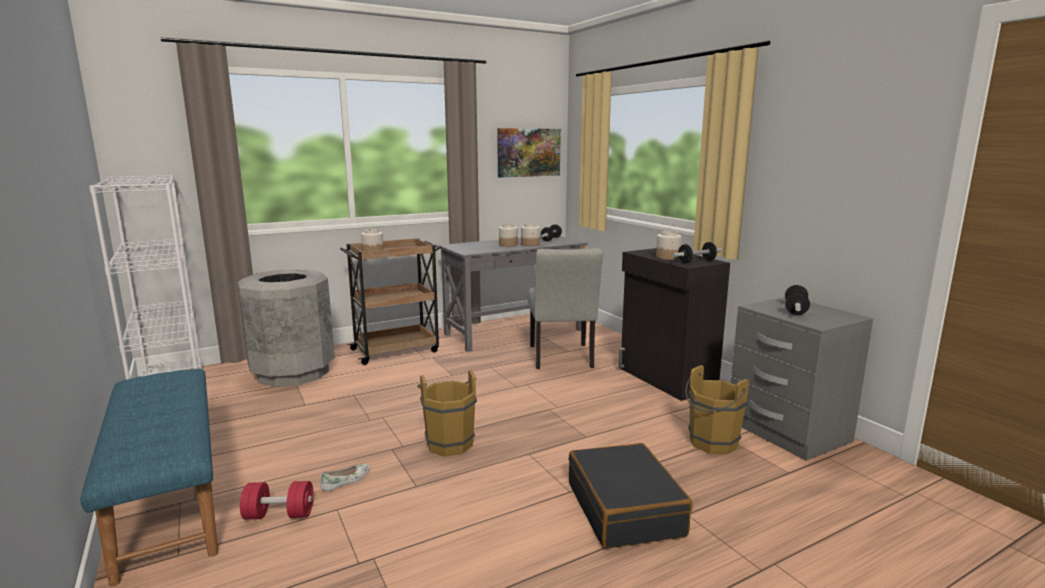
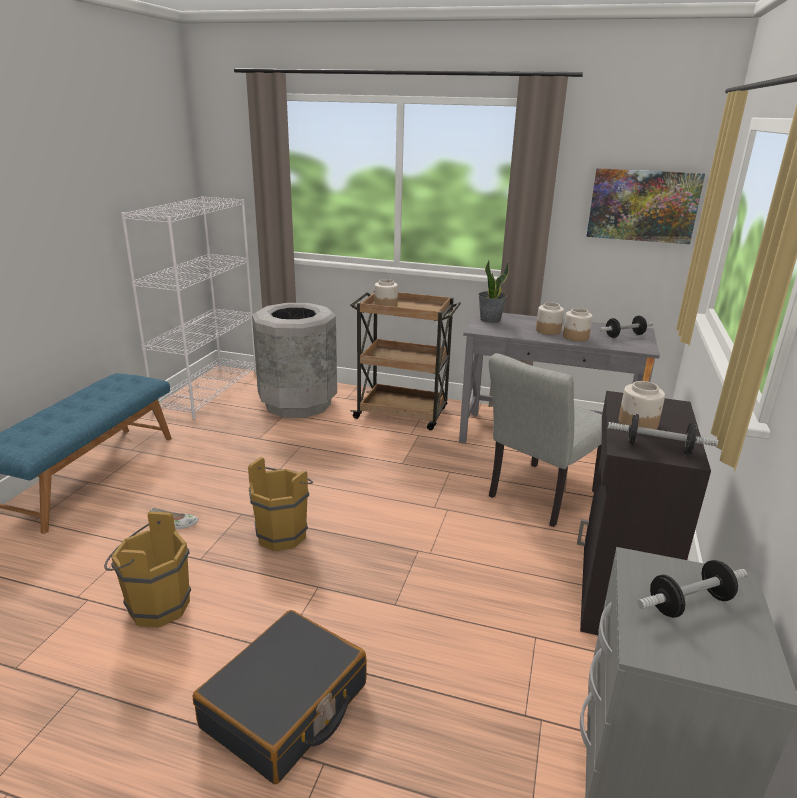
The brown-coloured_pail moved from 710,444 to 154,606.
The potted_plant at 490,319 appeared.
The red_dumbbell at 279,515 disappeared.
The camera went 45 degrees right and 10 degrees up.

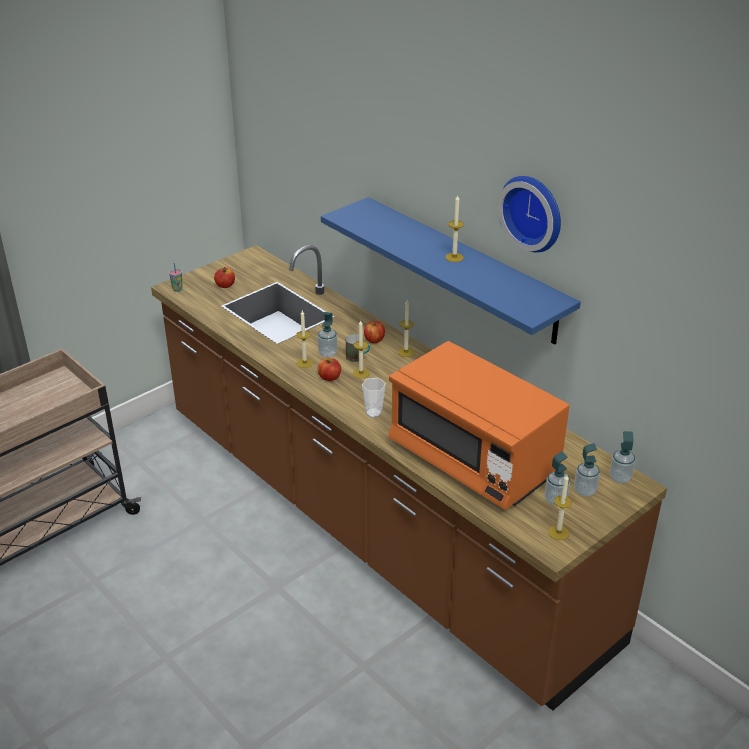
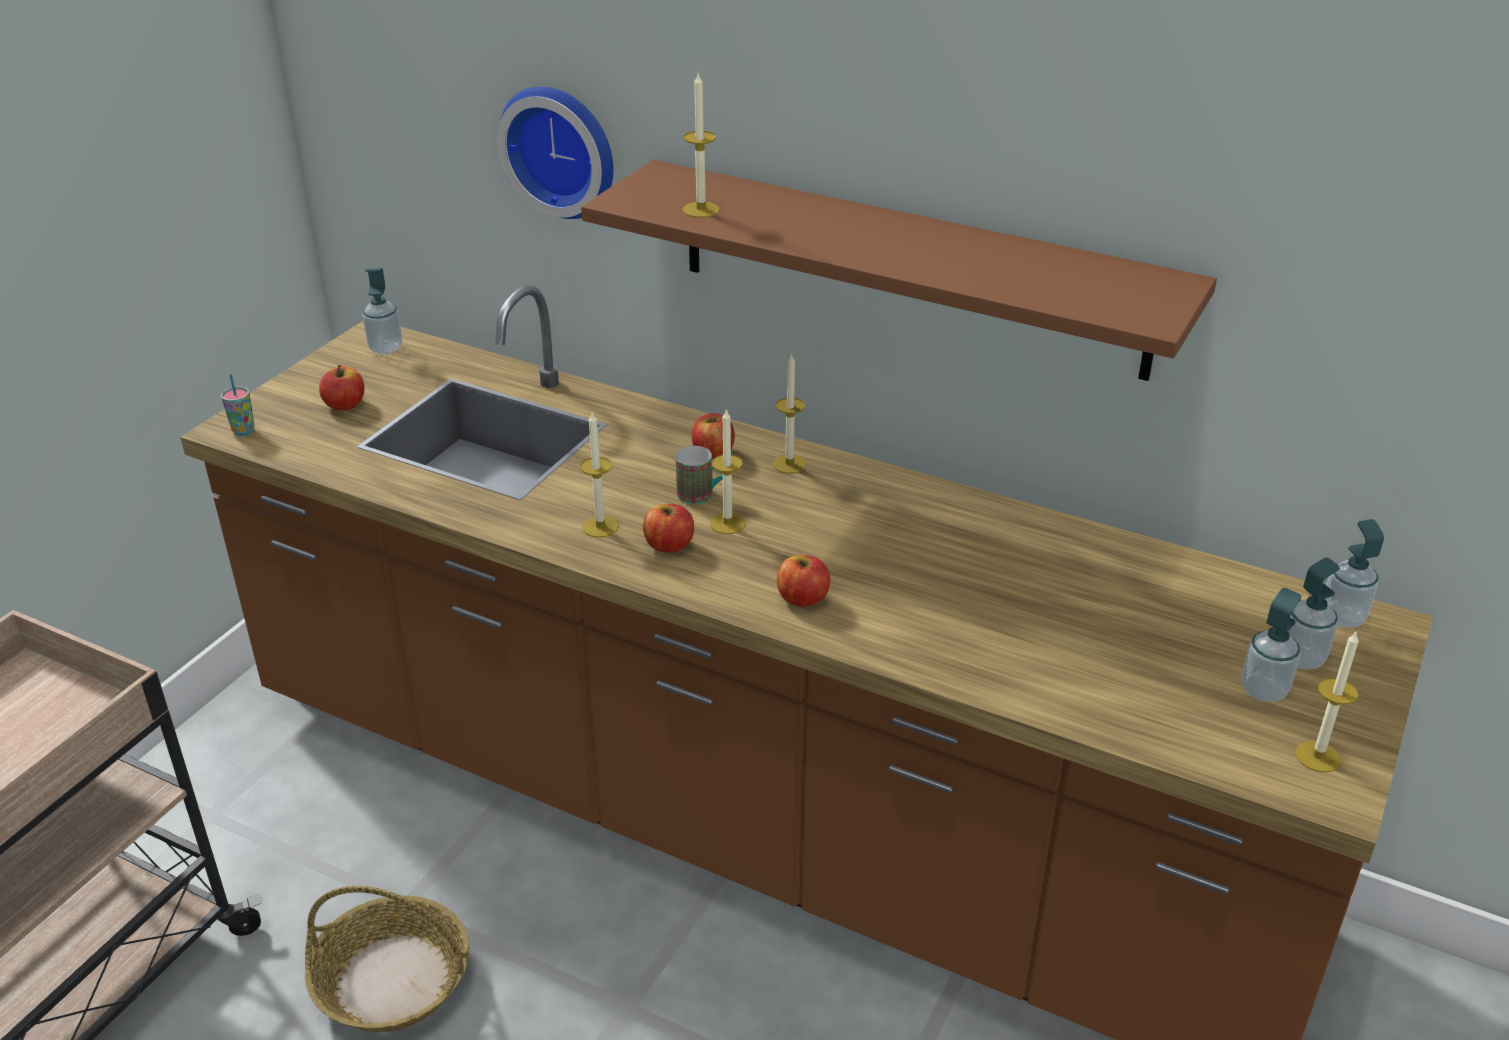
The storage_basket at 391,980 appeared.
The soap_dispenser moved from 327,353 to 385,348.
The clock_on_the_wall moved from 534,212 to 562,149.
The bluish_bracket_shelf at 464,269 became the brown-coloured_bracket_shelf at 909,268.
The candle moved from 454,257 to 701,209.
The cup at 373,413 was replaced by the whole_apple at 803,598.
The orange-coloured_microwave at 473,459 disappeared.
The camera went 20 degrees left and 0 degrees up.

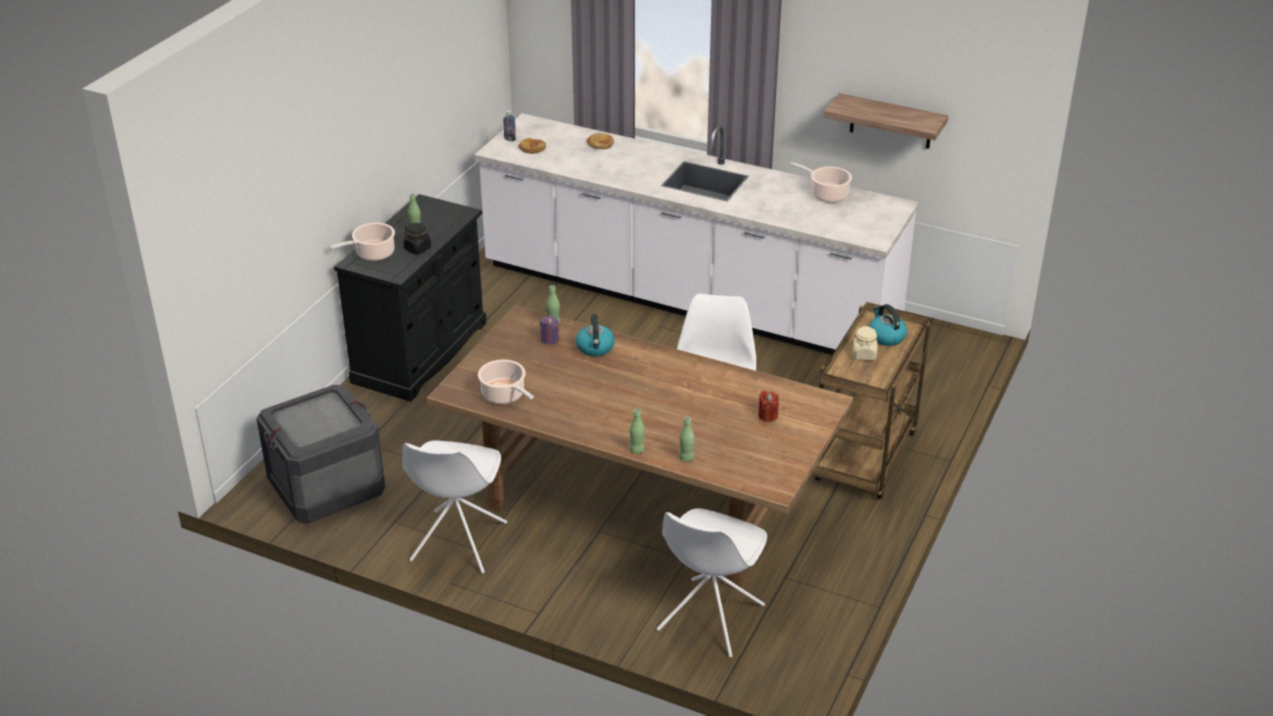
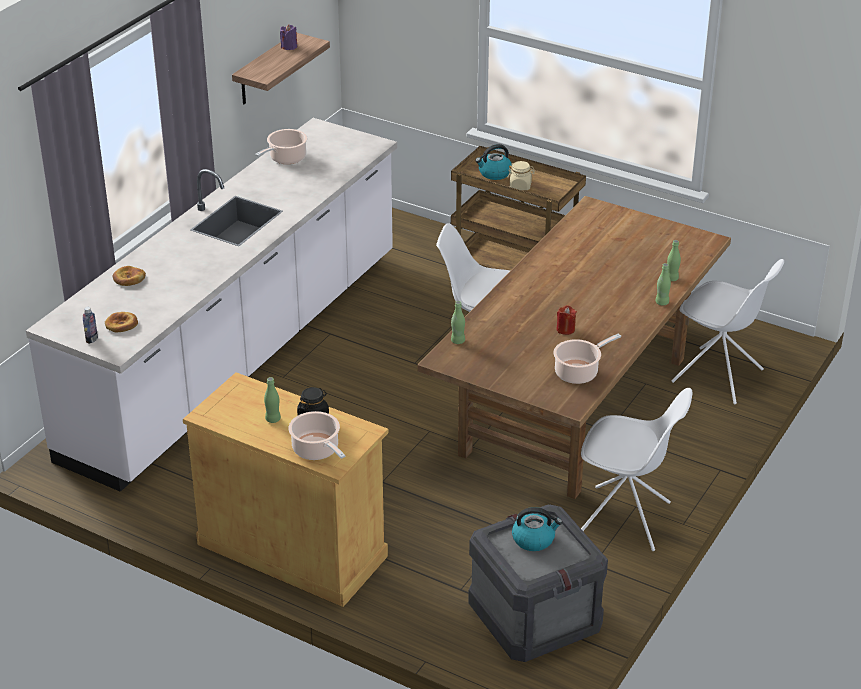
The black-coloured_storage_cabinet at 420,352 became the beige-coloured_storage_cabinet at 292,550.
The purplish_candle moved from 549,339 to 289,46.
The water_kettle moved from 595,348 to 534,539.
The red_candle moved from 768,415 to 565,329.
The camera went 85 degrees left and 0 degrees up.

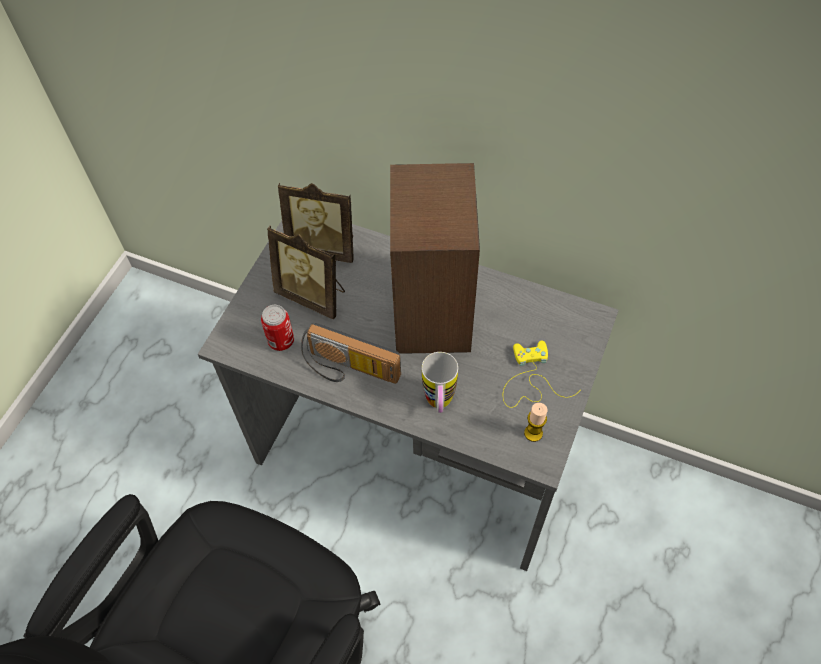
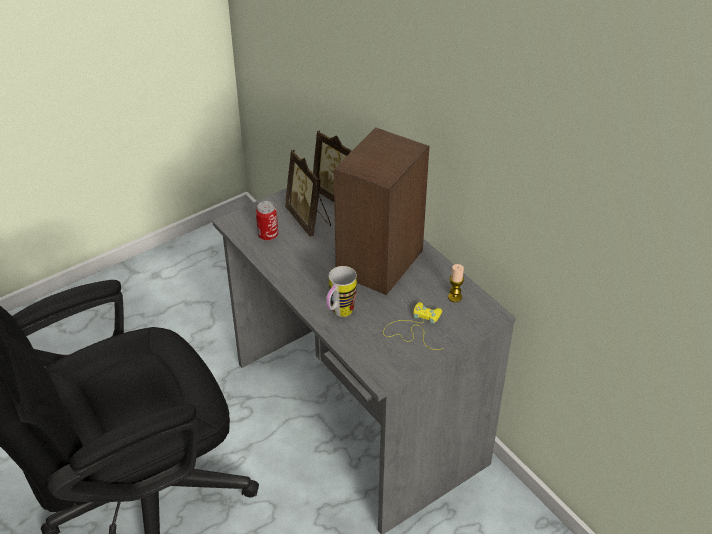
The candle moved from 533,433 to 455,297.
The radio_receiver at 349,370 disappeared.
The camera went 30 degrees right and 15 degrees down.

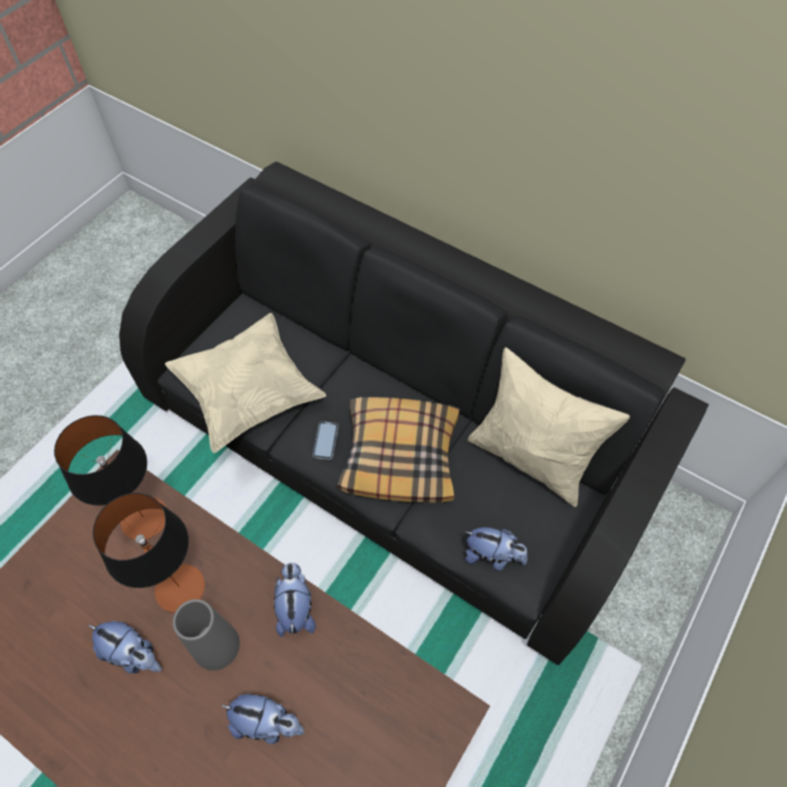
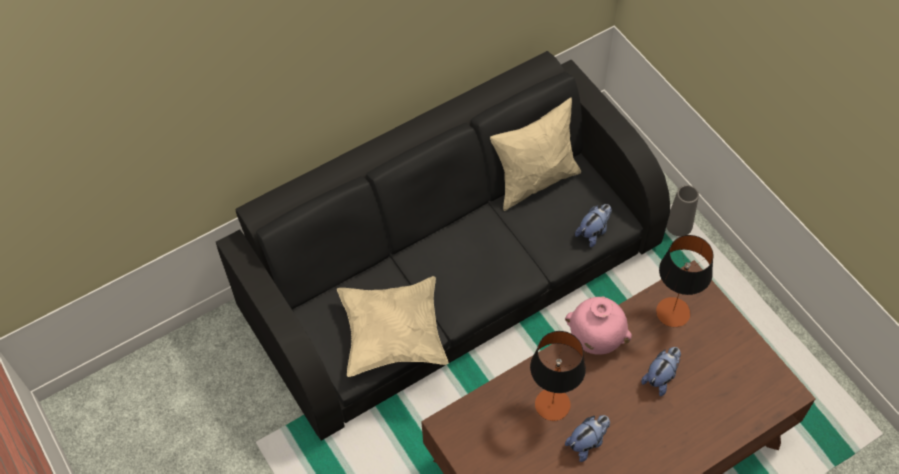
The soft_toy at 296,608 was replaced by the pinkish_decorative_vase at 595,340.
The tabletop_lamp moved from 144,518 to 673,312.
The grey_decorative_vase moved from 216,645 to 679,225.
The phone at 325,441 disappeared.
The pillow at 400,455 disappeared.
The camera went 65 degrees left and 0 degrees up.

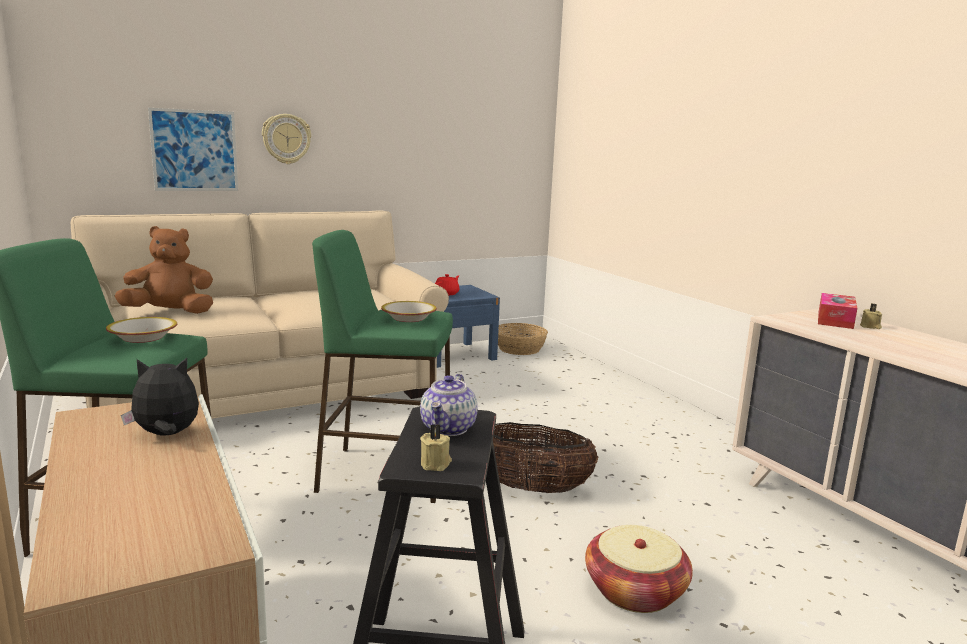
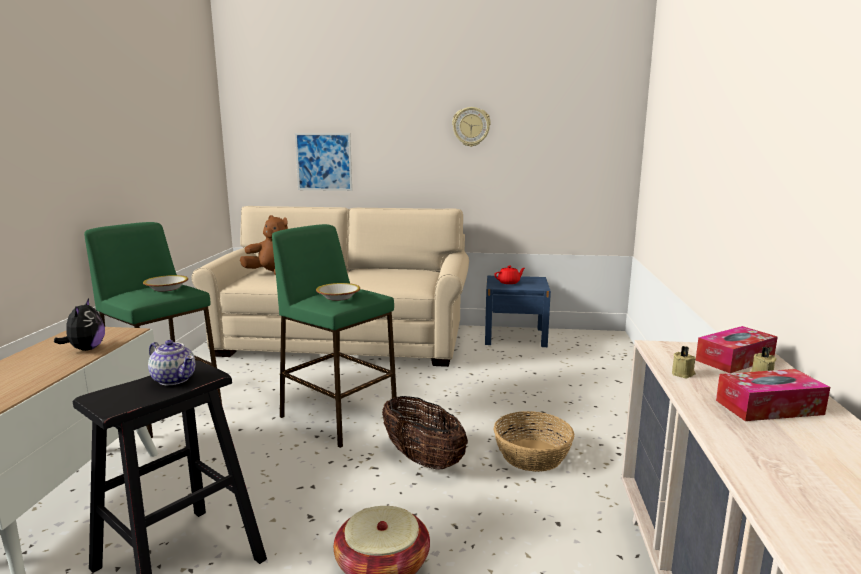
The soft_toy at 166,435 turned 60 degrees clockwise.
The teapot at 449,428 turned 105 degrees counterclockwise.
The clock_on_the_wall moved from 286,139 to 471,127.
The storage_basket moved from 519,349 to 532,455.
The beige-coloured_candle moved from 436,464 to 683,374.
The tissue_holder at 769,407 appeared.
The camera went 35 degrees right and 0 degrees up.

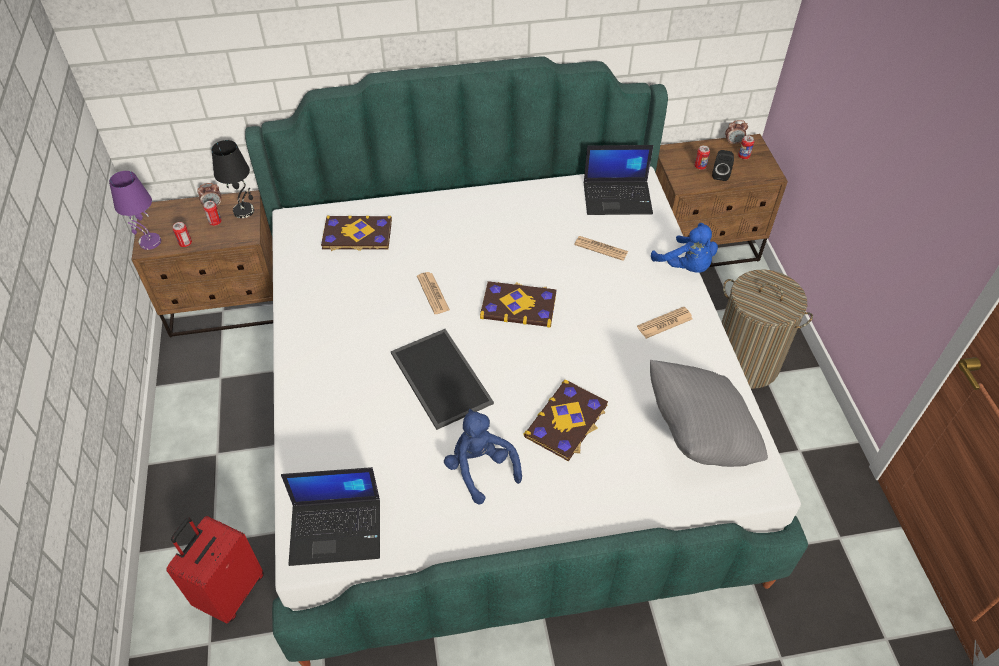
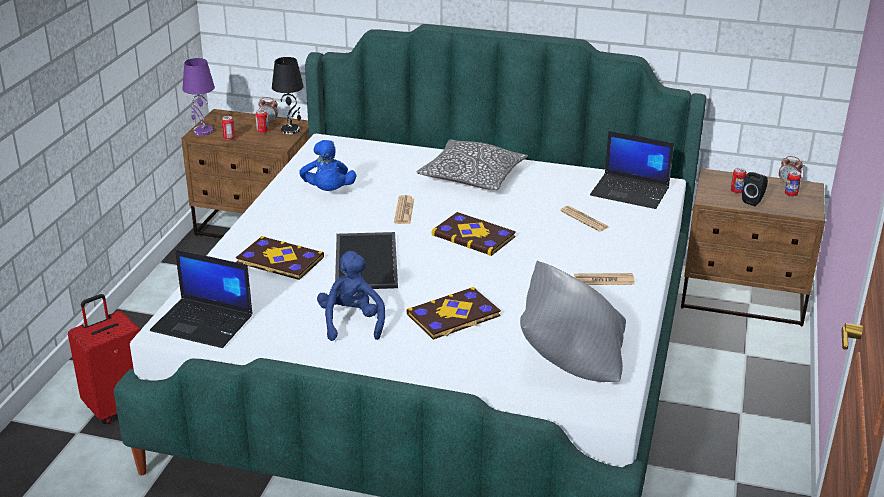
The volume moved from 357,235 to 279,261.
The bluish_soft_toy moved from 686,266 to 328,191.
The pillow at 472,177 appeared.
The laundry_basket at 745,362 disappeared.
The camera went 25 degrees right and 20 degrees down.

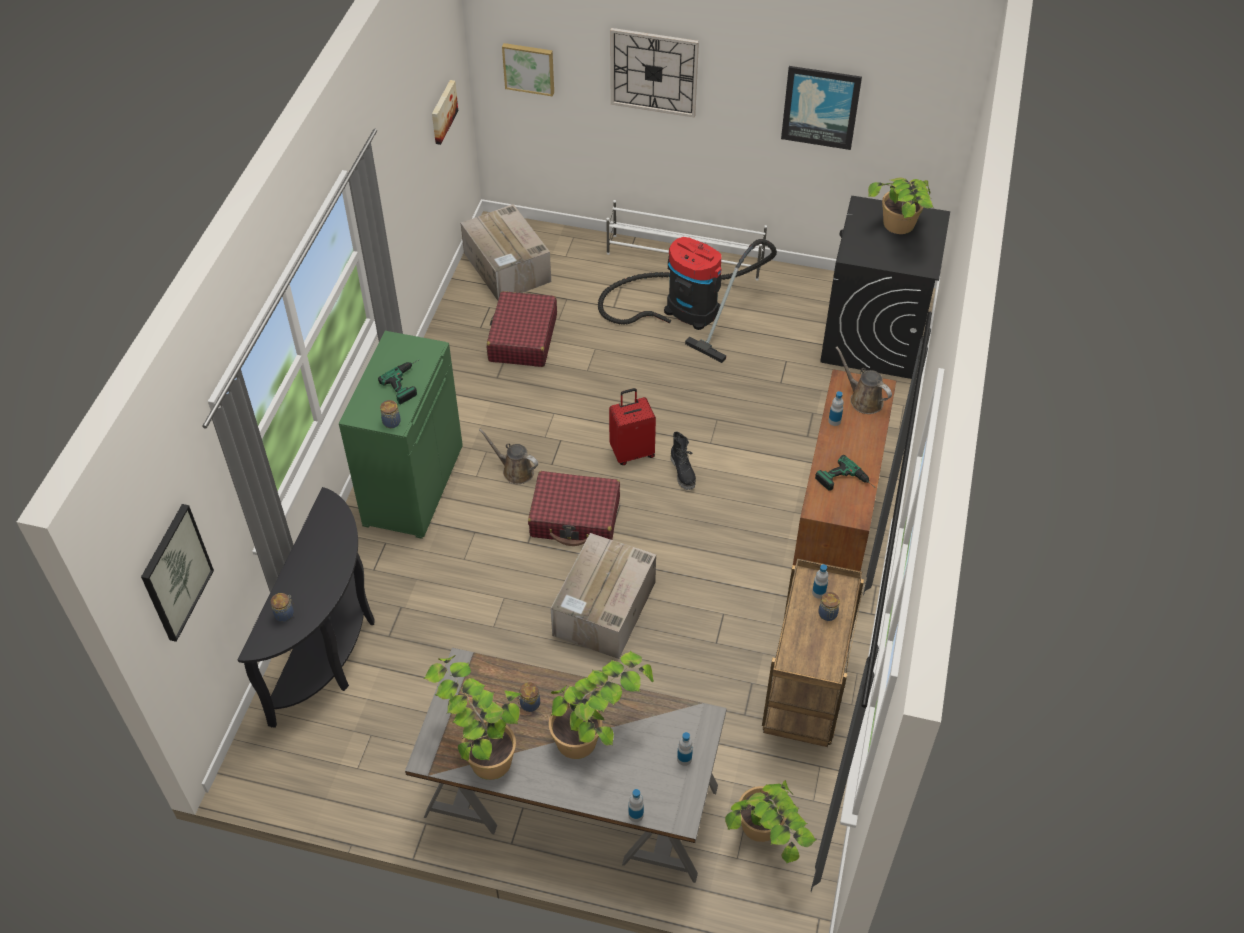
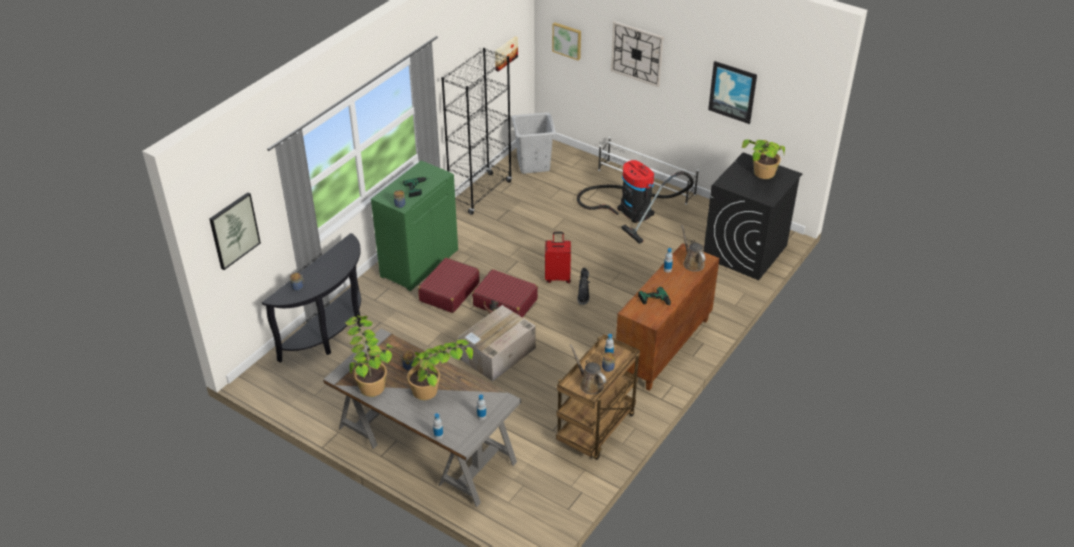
The red_suitcase moved from 522,338 to 449,292.
The black-coloured_bookshelf at 480,194 appeared.
The cardboard_box at 508,268 was replaced by the grey_laundry_basket at 533,165.
The brown-coloured_watering_pot moved from 515,470 to 589,384.
The potted_plant at 766,843 disappeared.
The camera went 20 degrees right and 10 degrees down.

